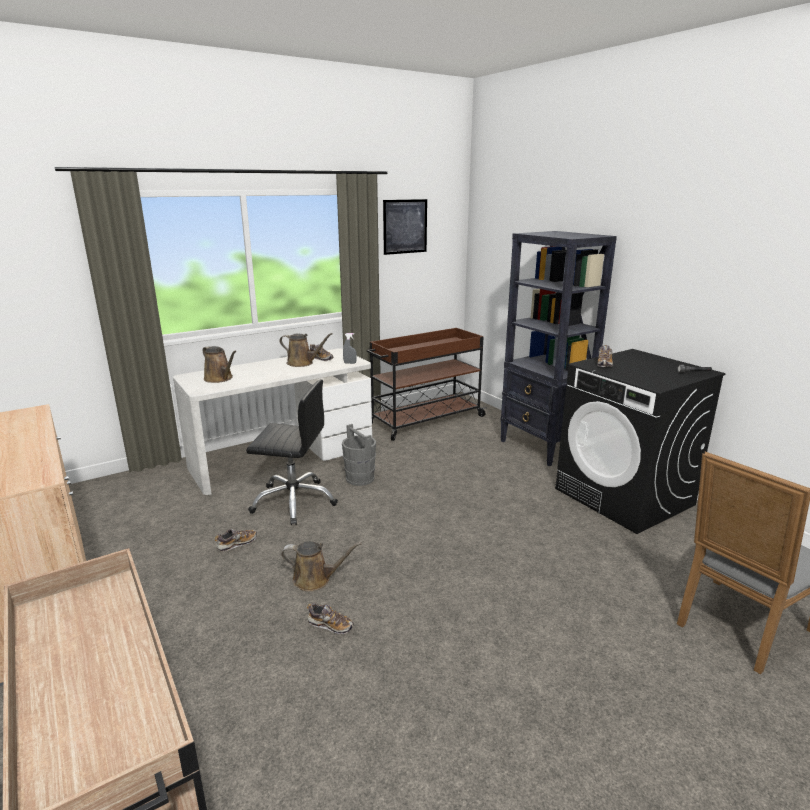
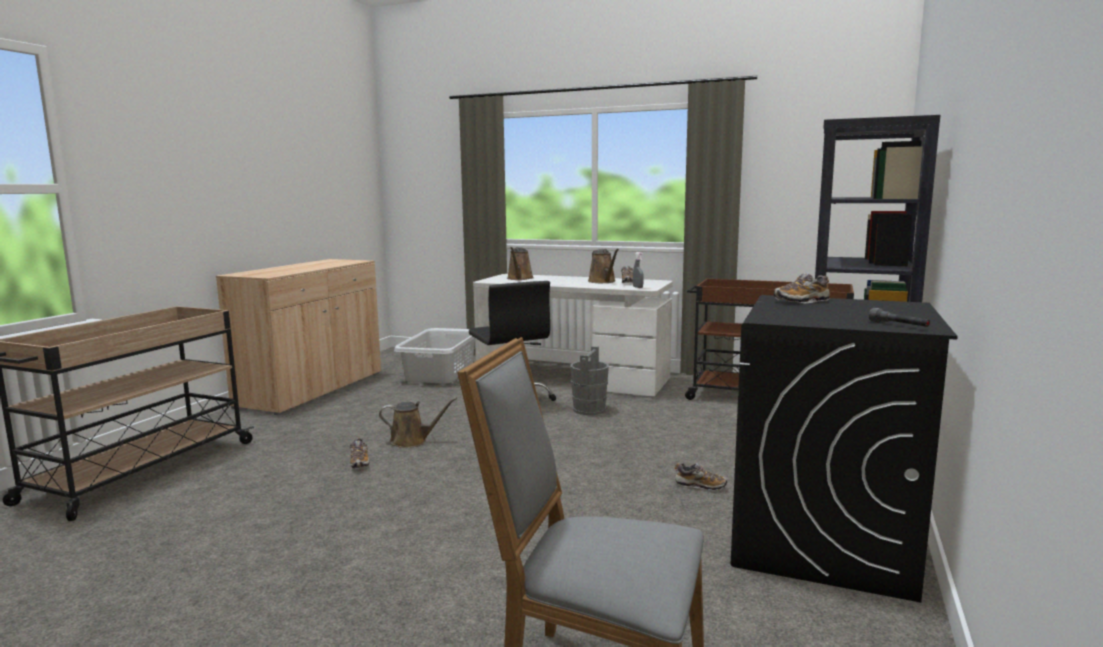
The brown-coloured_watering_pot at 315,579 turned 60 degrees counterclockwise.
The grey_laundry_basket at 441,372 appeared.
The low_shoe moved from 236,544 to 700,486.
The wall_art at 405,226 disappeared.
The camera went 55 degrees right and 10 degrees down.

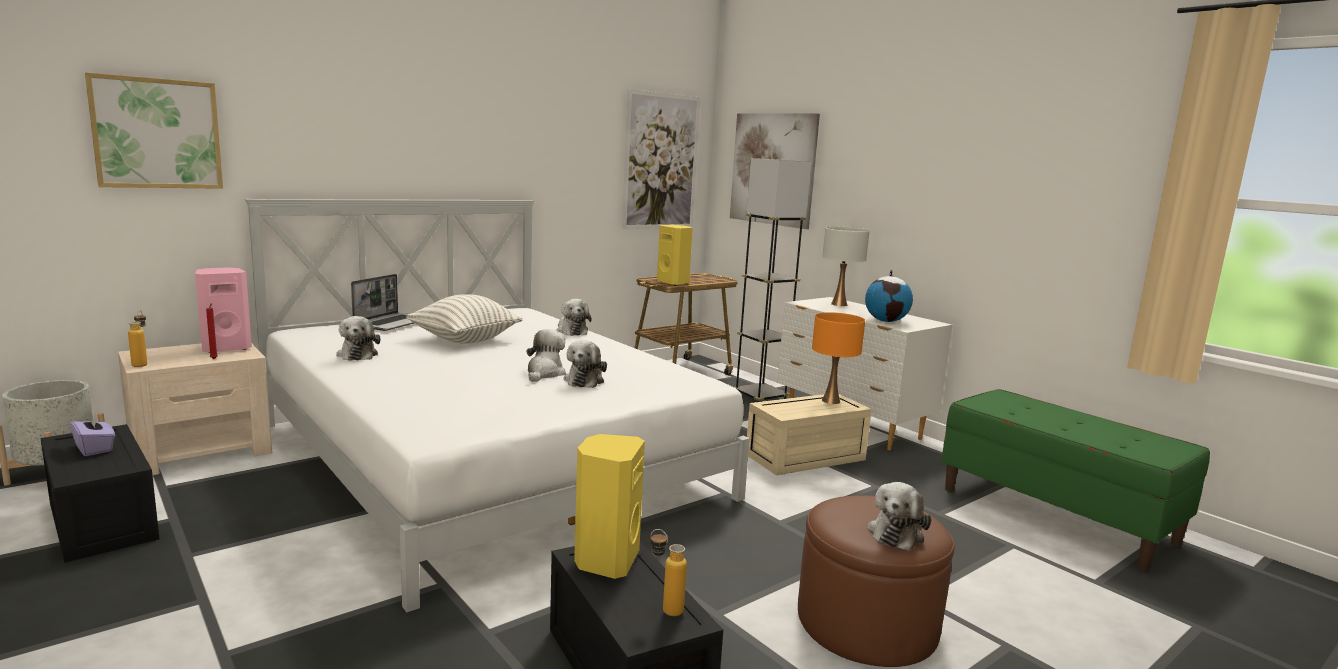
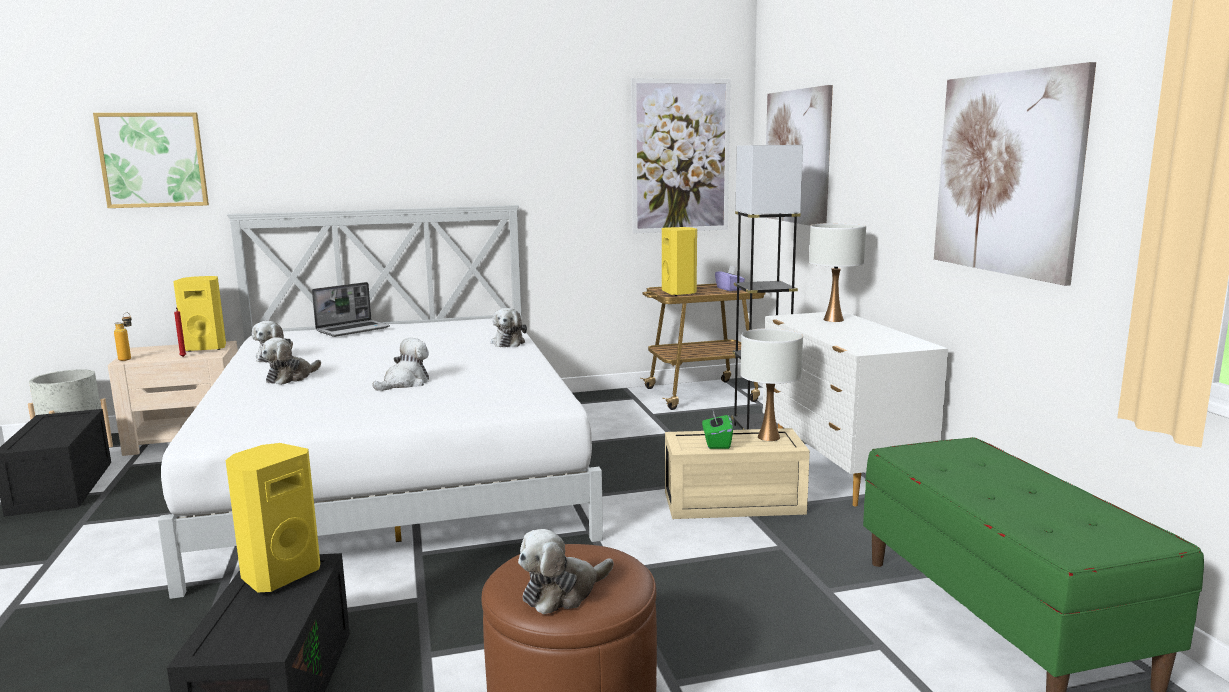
The pinkish_speaker at 226,348 became the yellow-coloured_speaker at 206,348.
The soft_toy moved from 585,380 to 291,377.
The greenish_tissue_holder at 716,443 appeared.
The purplish_tissue_holder moved from 95,448 to 729,289.
The orange-coloured_tabletop_lamp at 831,401 became the whitish_tabletop_lamp at 769,437.
The wall_art at 1006,174 appeared.
The pillow at 465,340 disappeared.
The beverage_bottle at 664,609 disappeared.
The desk_globe at 886,321 disappeared.
The camera went 25 degrees right and 0 degrees up.

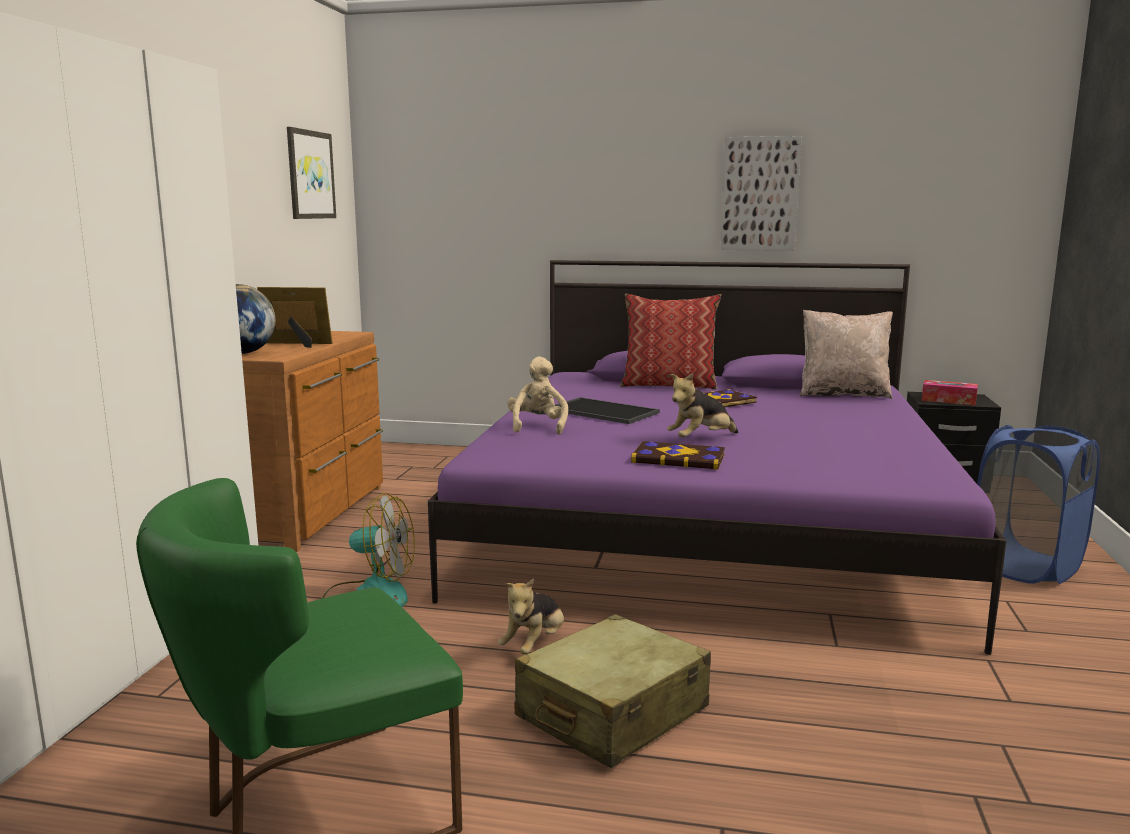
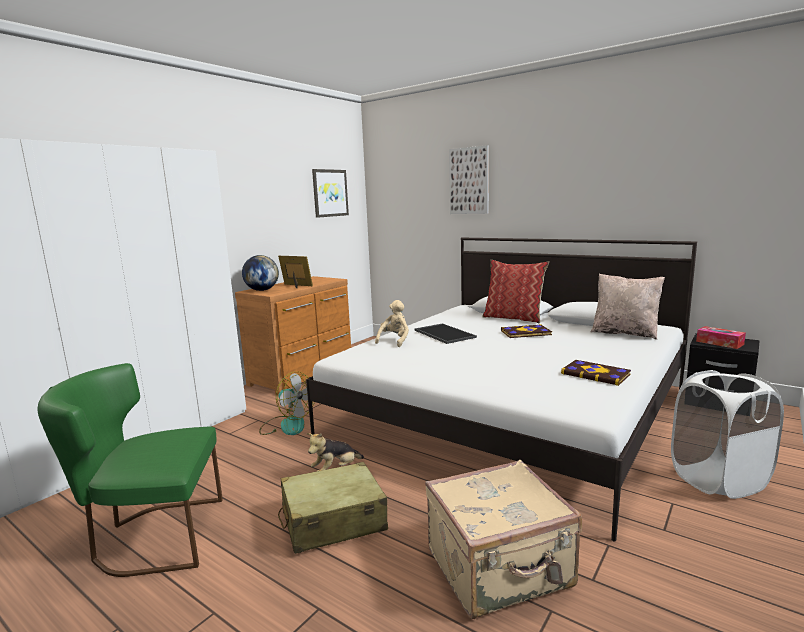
The purplish_bedroom_bed at 707,524 became the whitish_bedroom_bed at 510,410.
The beige-coloured_suitcase at 500,570 appeared.
The wall_art moved from 760,194 to 469,181.
The volume moved from 678,458 to 595,374.
The bluish_laundry_basket at 1026,567 became the whitish_laundry_basket at 718,480.
The soft_toy at 701,440 disappeared.
The camera went 25 degrees right and 0 degrees up.

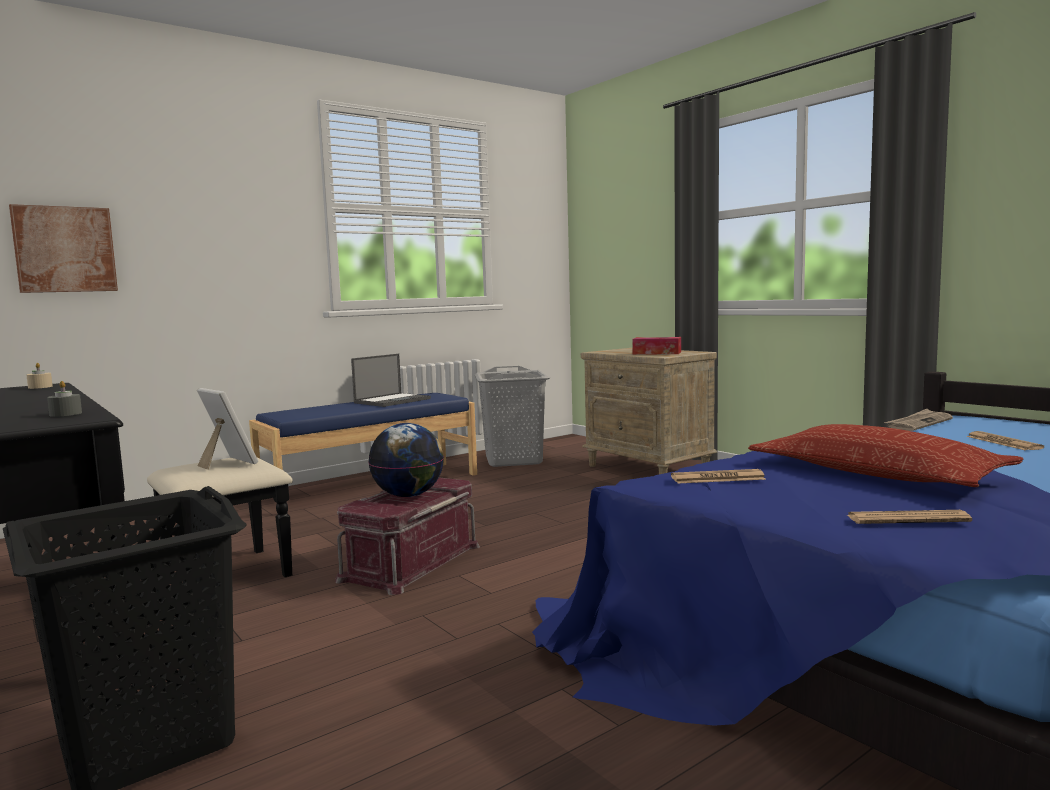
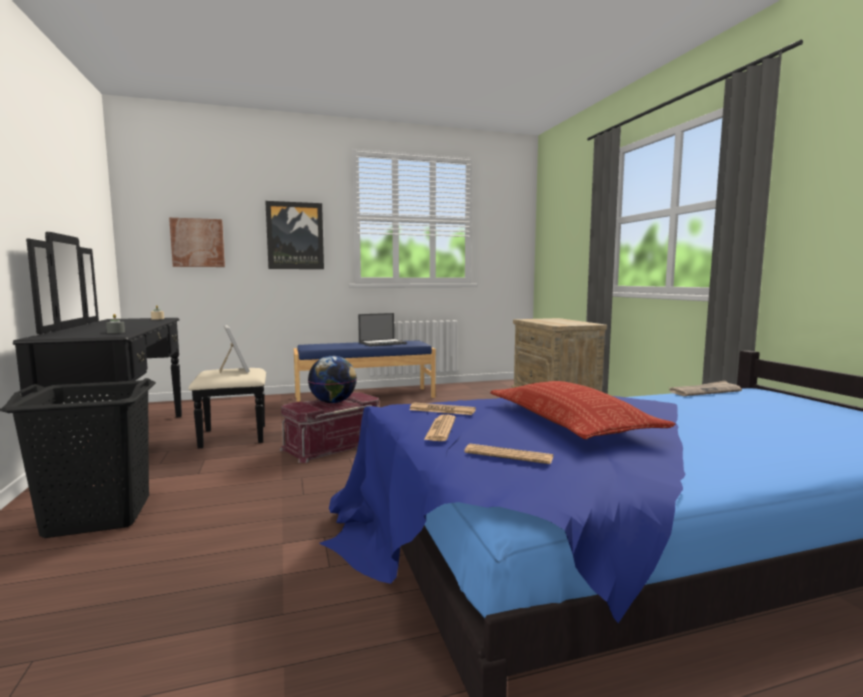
The wall_art at 295,236 appeared.
The printed_paper moved from 1003,442 to 440,429.
The grey_laundry_basket at 514,460 disappeared.
The tissue_holder at 657,353 disappeared.
The camera went 20 degrees right and 0 degrees up.

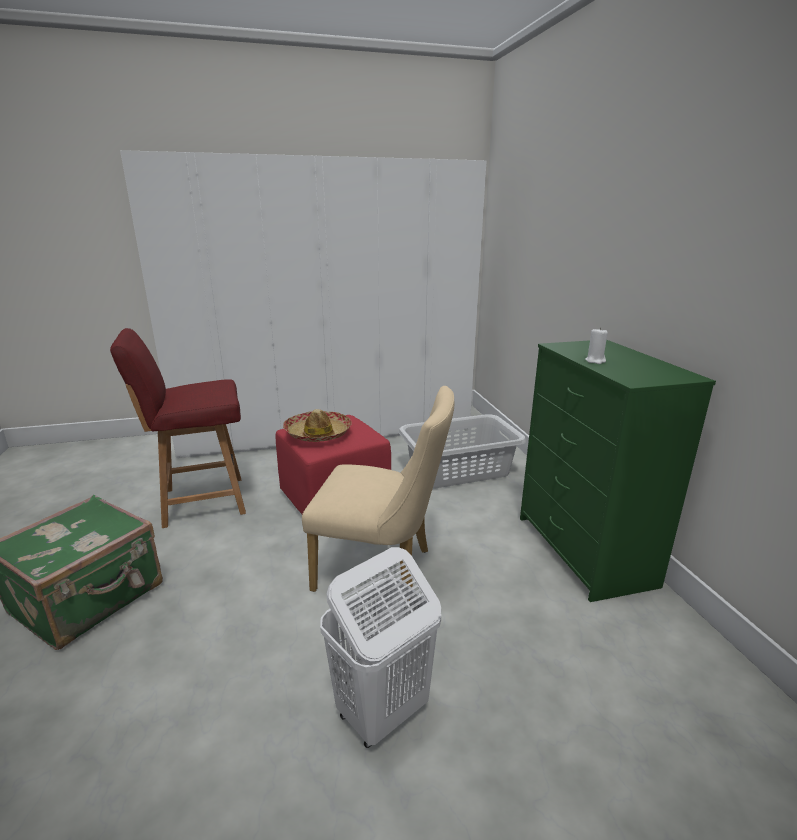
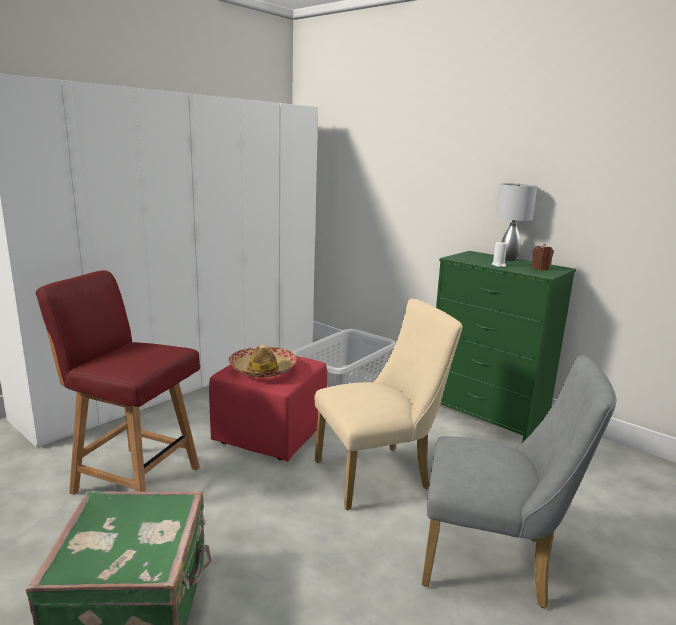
The red_plain_chair at 201,501 turned 75 degrees clockwise.
The whitish_laundry_basket at 381,712 was replaced by the grey_plain_chair at 494,562.
The grey_tabletop_lamp at 508,259 appeared.
The brown-coloured_candle at 540,268 appeared.
The camera went 35 degrees left and 5 degrees down.

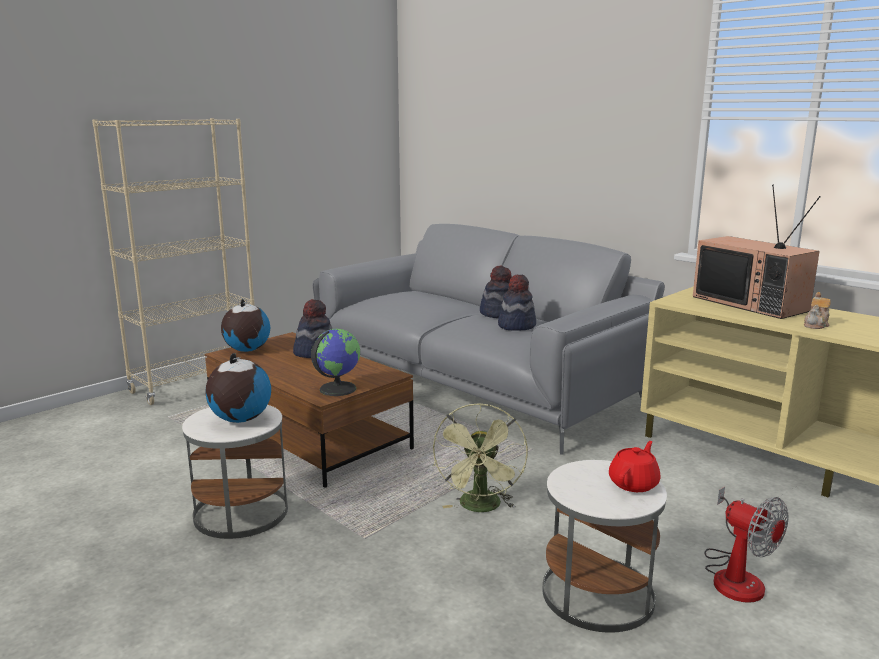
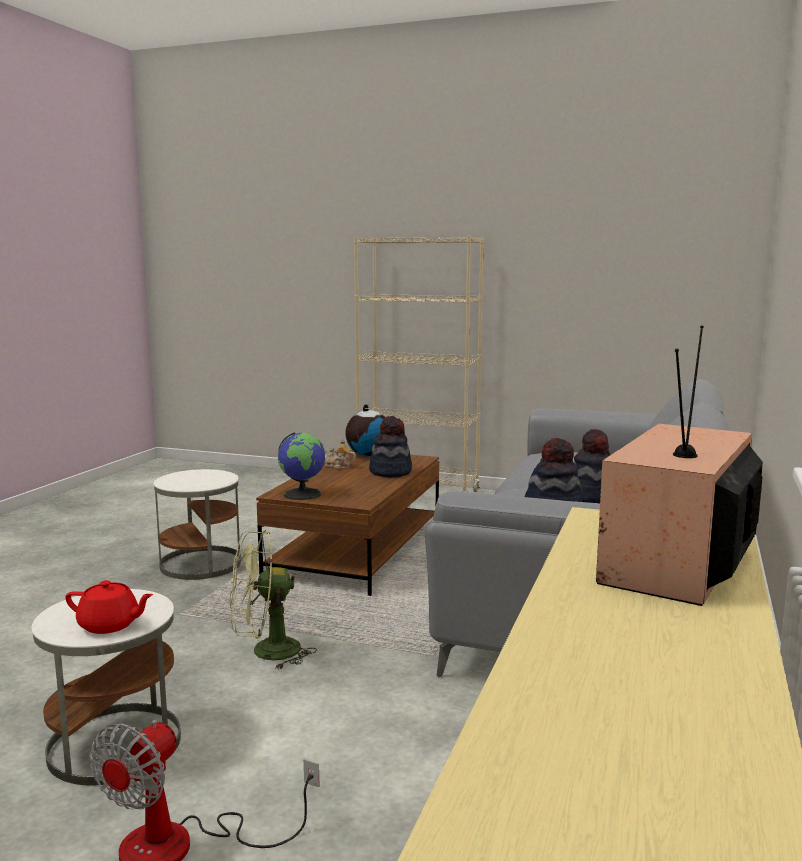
The teapot moved from 816,325 to 338,467.
The desk_globe at 240,419 disappeared.
The camera went 65 degrees right and 5 degrees down.

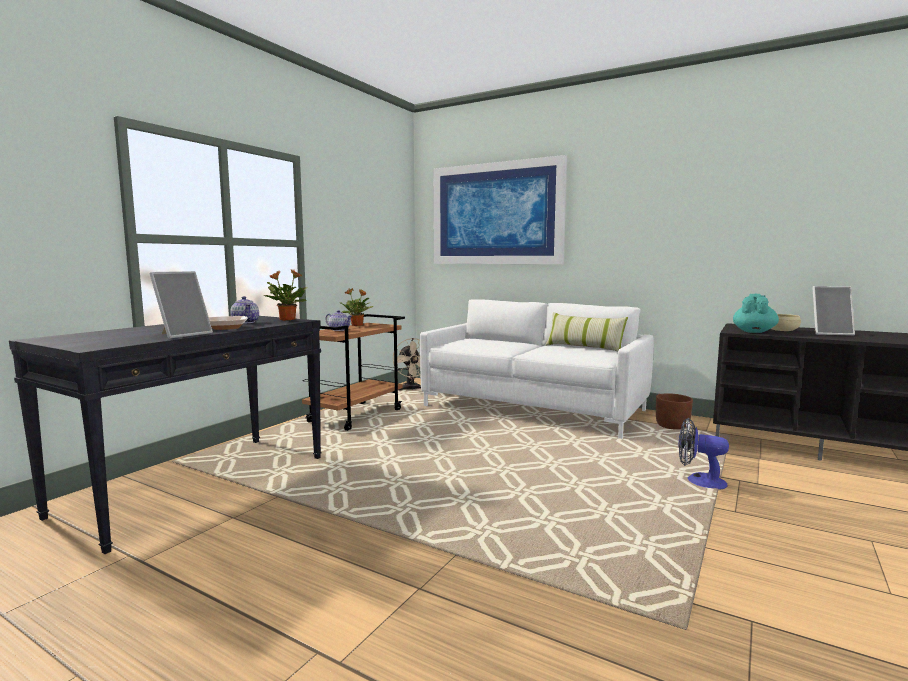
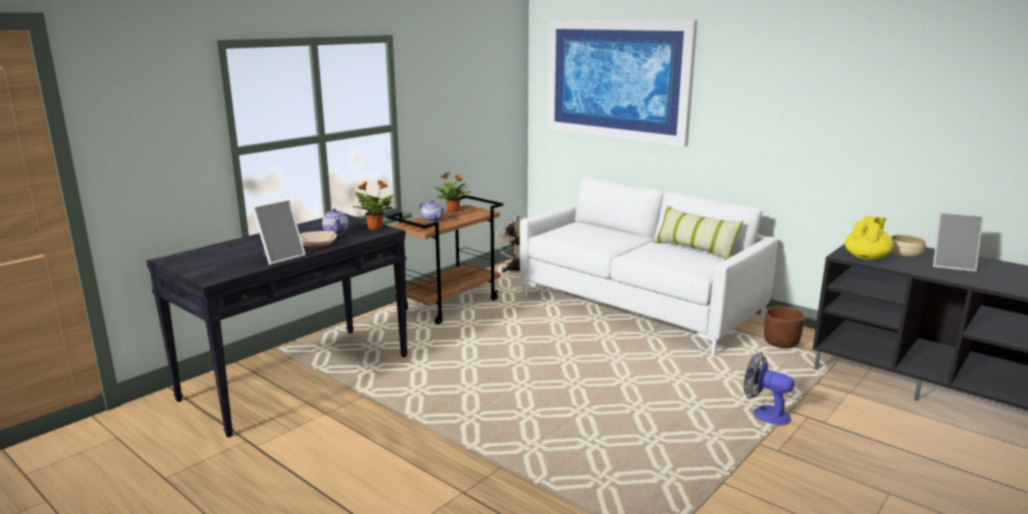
The turquoise_teapot at 754,332 became the yellow-coloured_teapot at 866,257.
The camera went 10 degrees right and 10 degrees up.

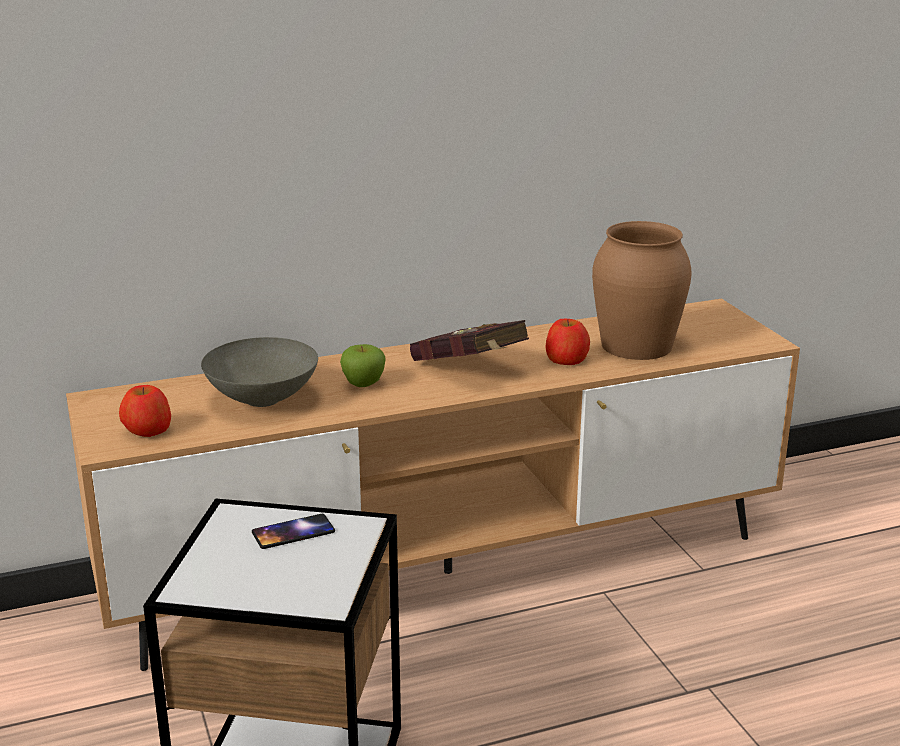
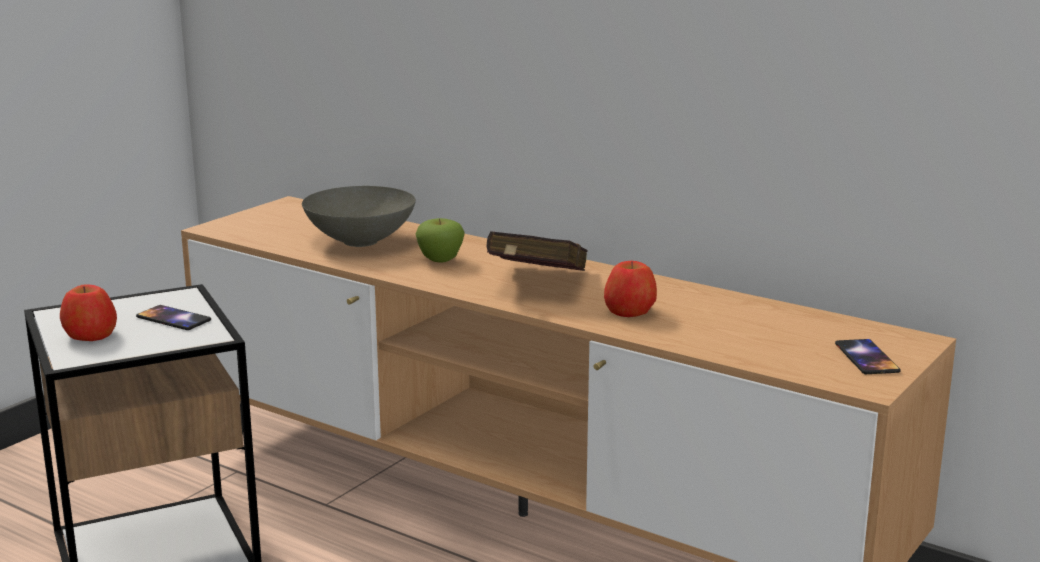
The whole_apple moved from 147,430 to 90,335.
The phone at 867,357 appeared.
The brown-coloured_decorative_vase at 636,345 disappeared.
The camera went 55 degrees right and 5 degrees down.

